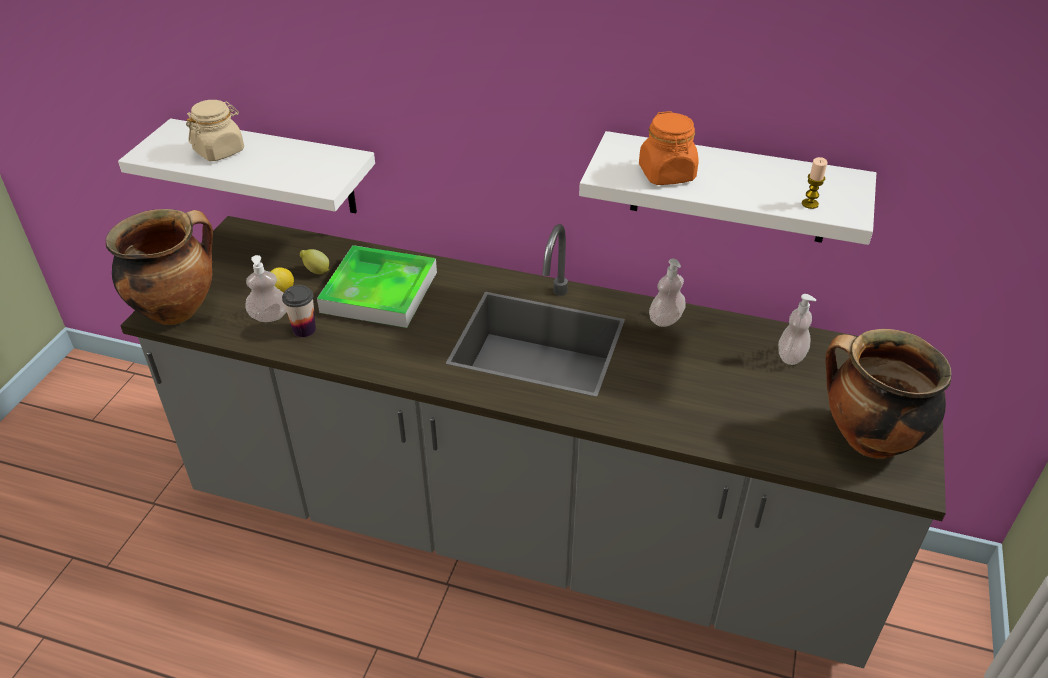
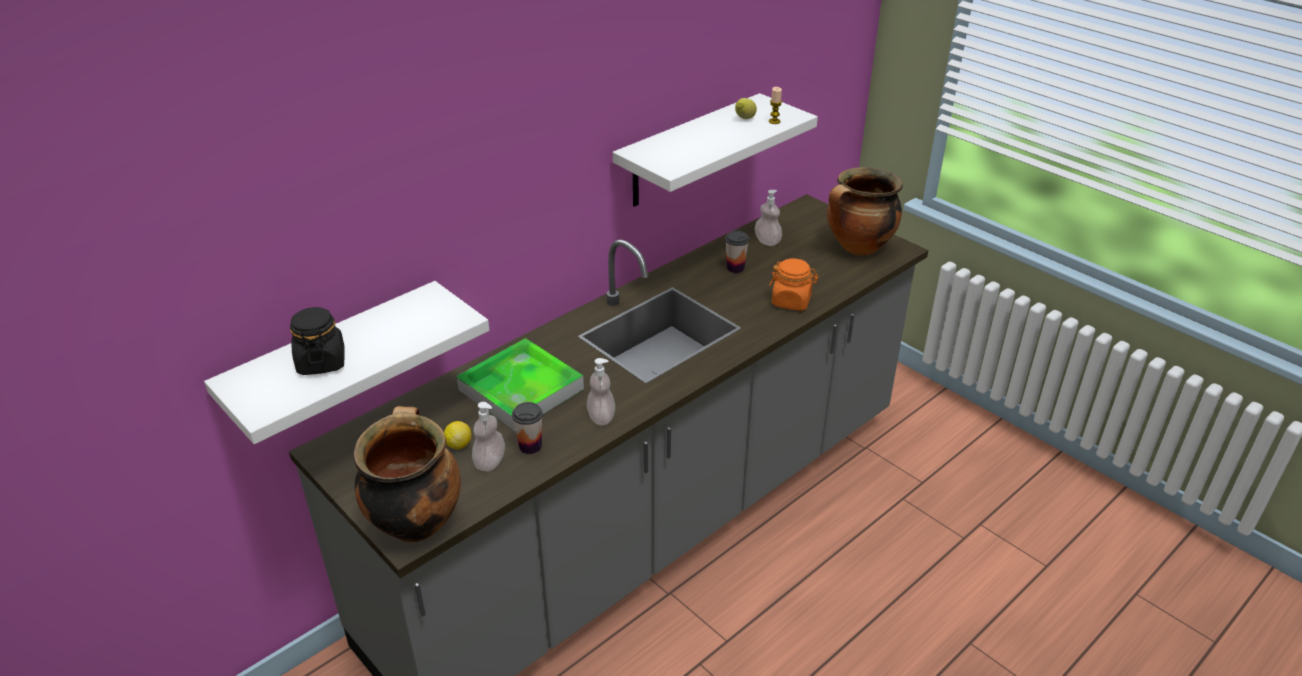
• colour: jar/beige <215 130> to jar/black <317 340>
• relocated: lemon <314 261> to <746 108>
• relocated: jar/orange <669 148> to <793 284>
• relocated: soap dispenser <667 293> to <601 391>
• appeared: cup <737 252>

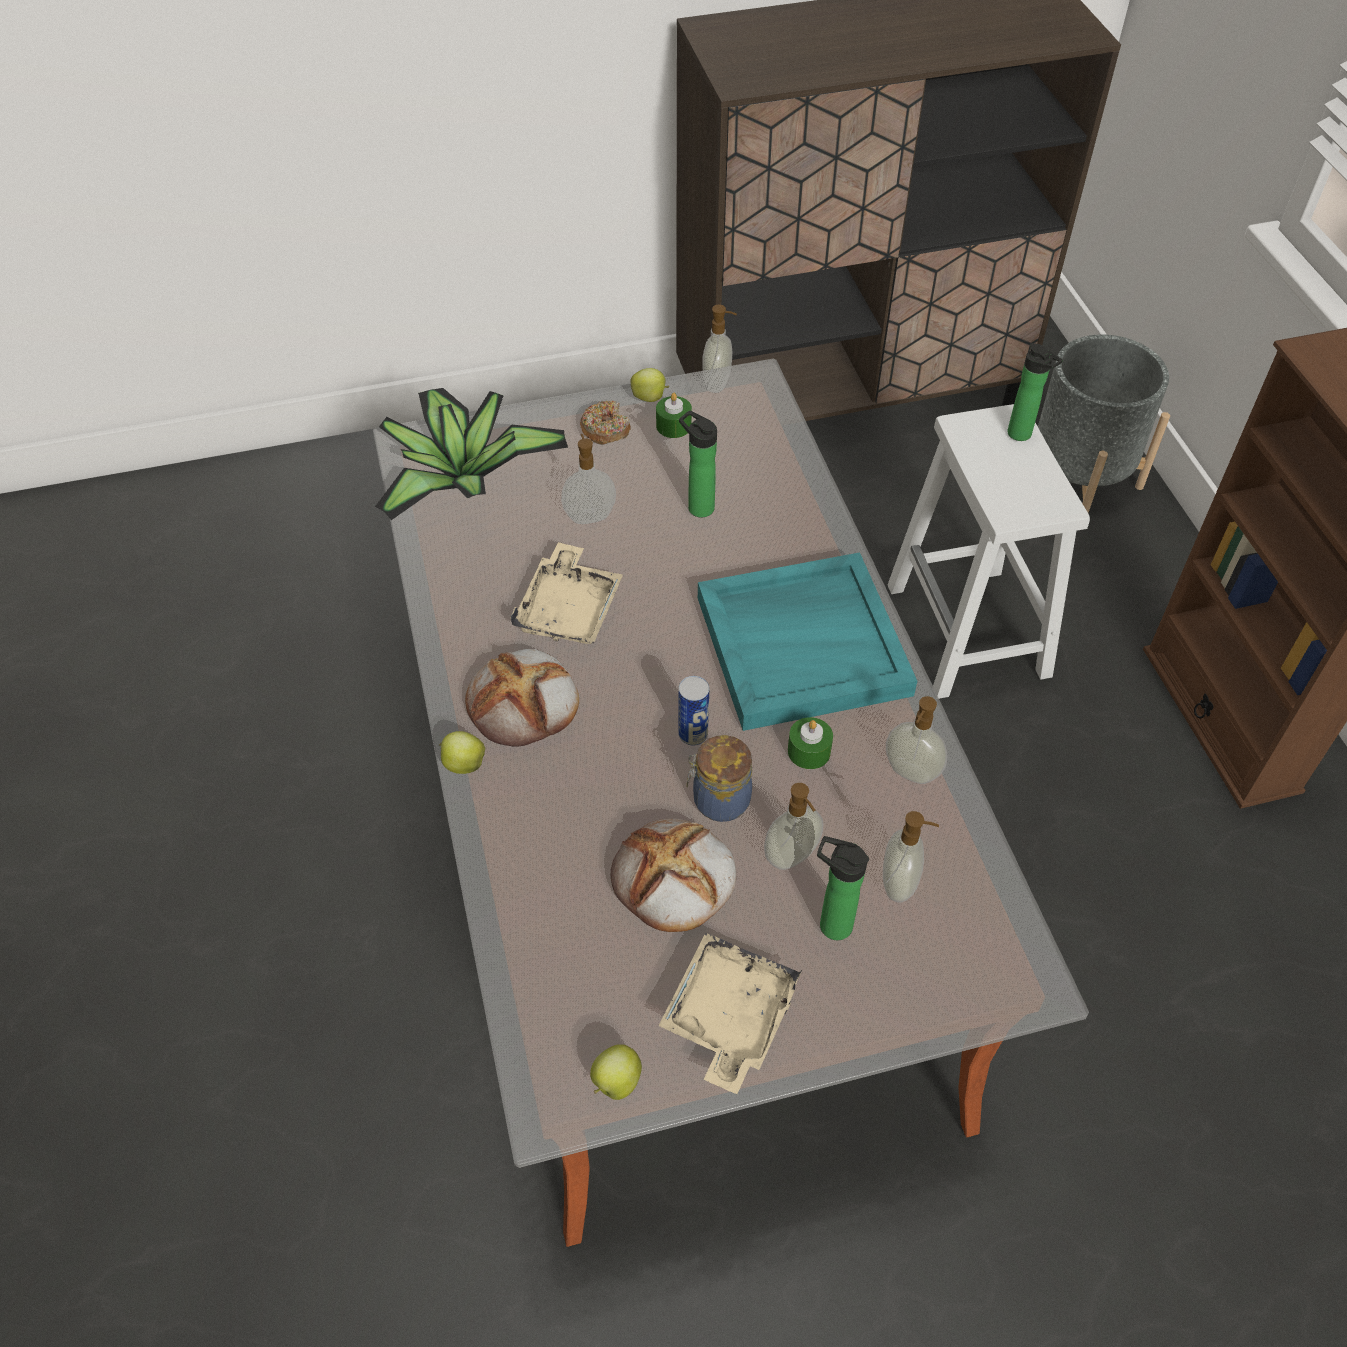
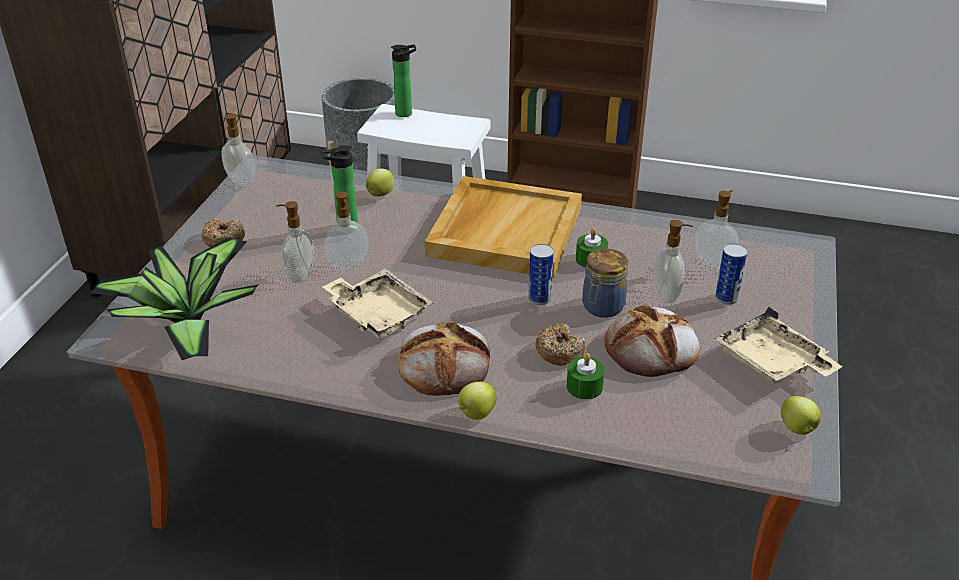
• relocated: apple <650 385> to <380 182>
• relocated: candle/green <674 415> to <586 376>
• colour: tray/turquoise <807 641> to tray/beige <503 227>
• exchanged: bottle <843 888> to can <731 274>
• relocated: soap dispenser <916 740> to <346 230>
• appeared: donut <560 344>

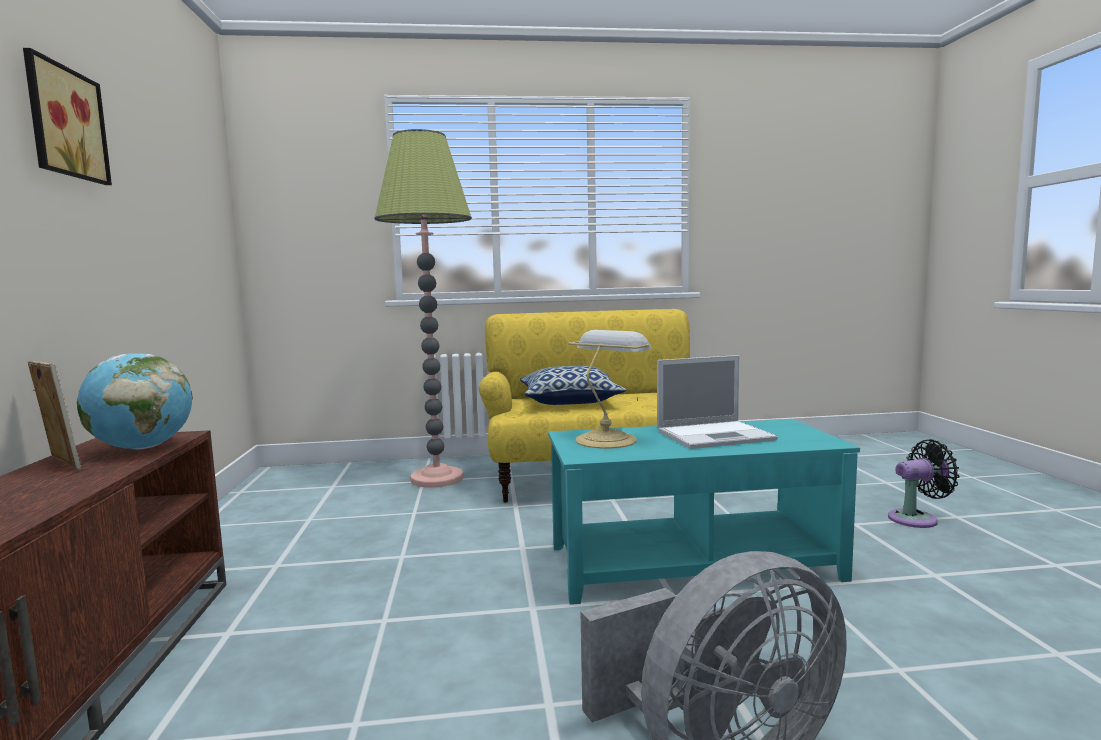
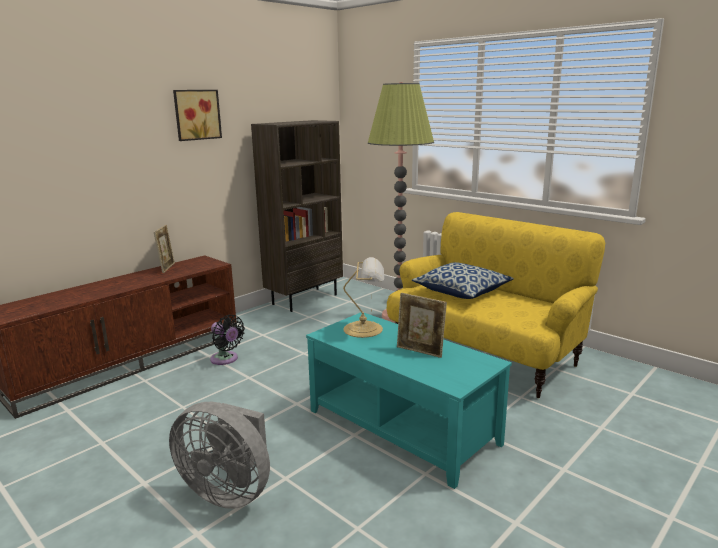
• missing: globe <135 401>
• exchanged: laptop <717 402> to picture frame <422 325>
• relocated: fan/black <924 483> to <227 340>
• appeared: bookcase/brown <297 216>

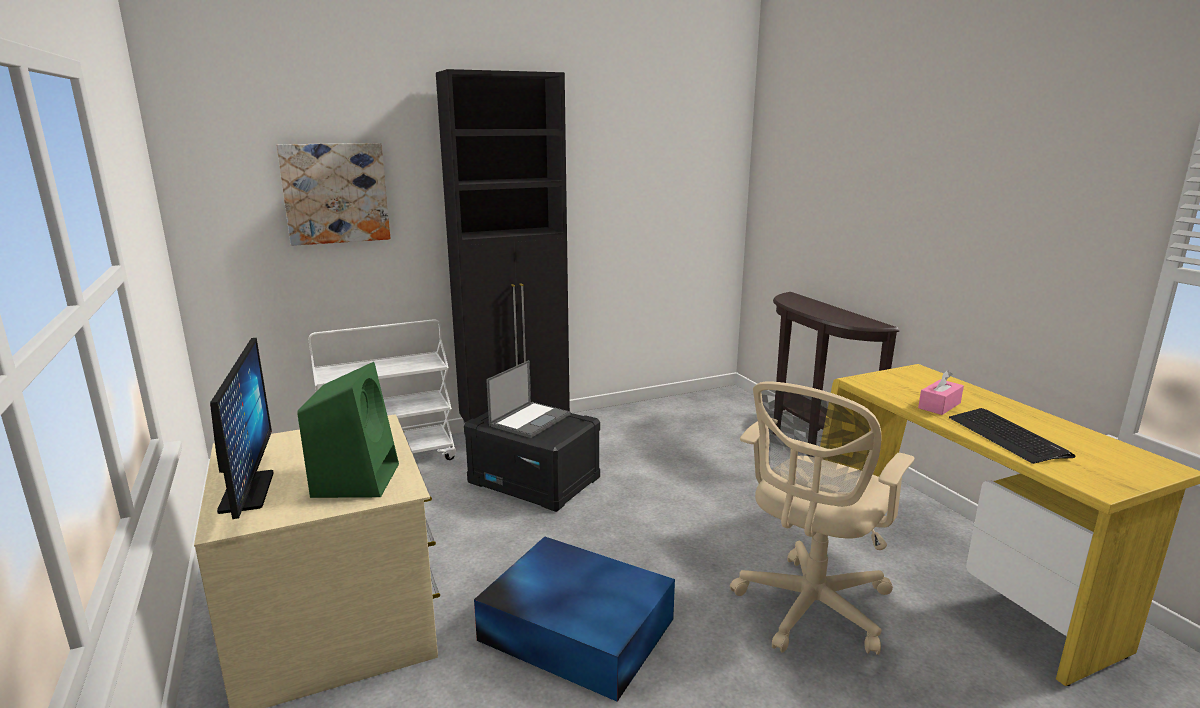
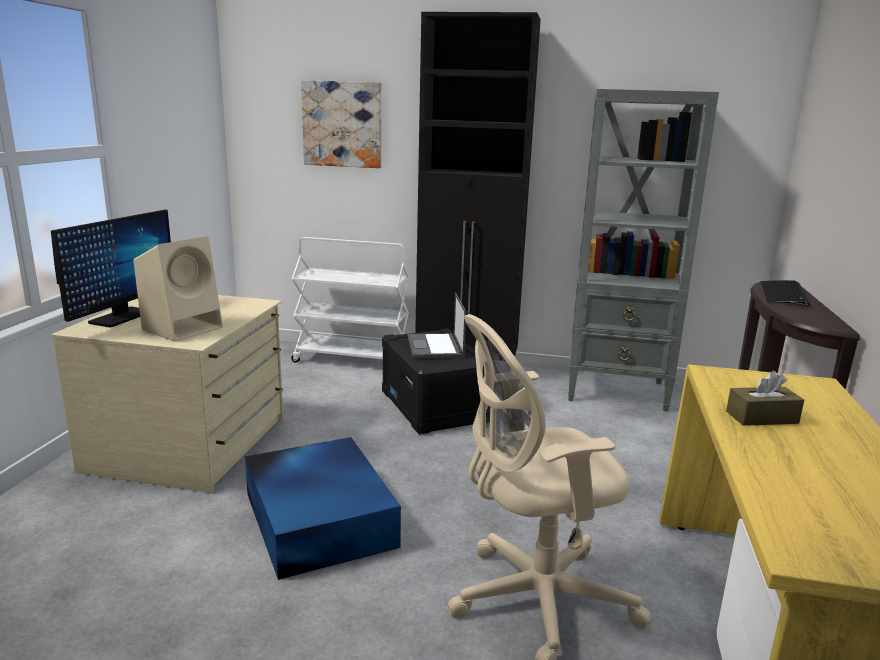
• colour: speaker/green <348 430> to speaker/beige <178 289>
• spun: laptop <528 399> = <437 325> 105 degrees clockwise
• colour: tissue box/pink <941 392> to tissue box/brown <765 398>
• relocated: keyboard <1012 436> to <785 293>
• appeared: bookcase/grey <643 250>

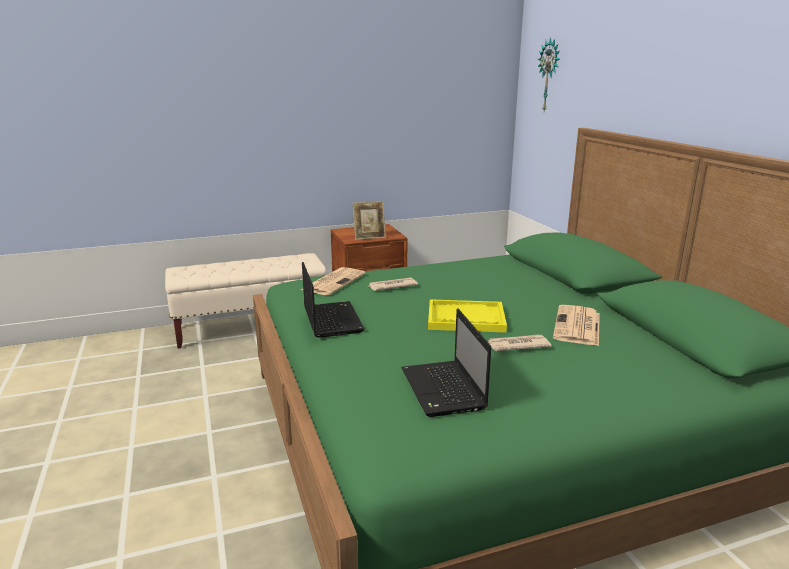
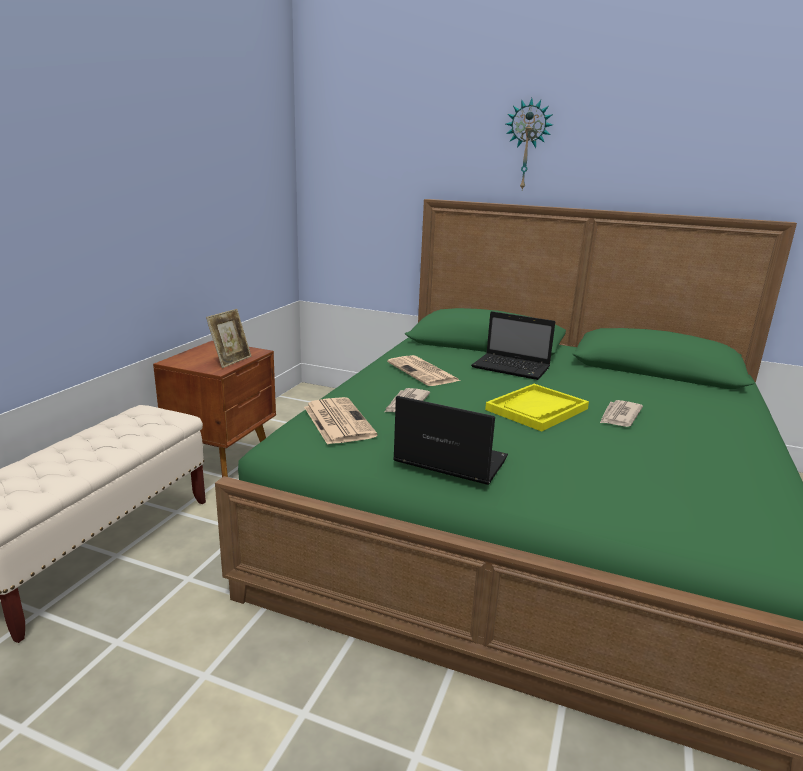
• relocated: laptop <446 363> to <513 345>
• relocated: wall clock <549 74> to <529 144>
• relocated: newspaper <576 325> to <423 370>

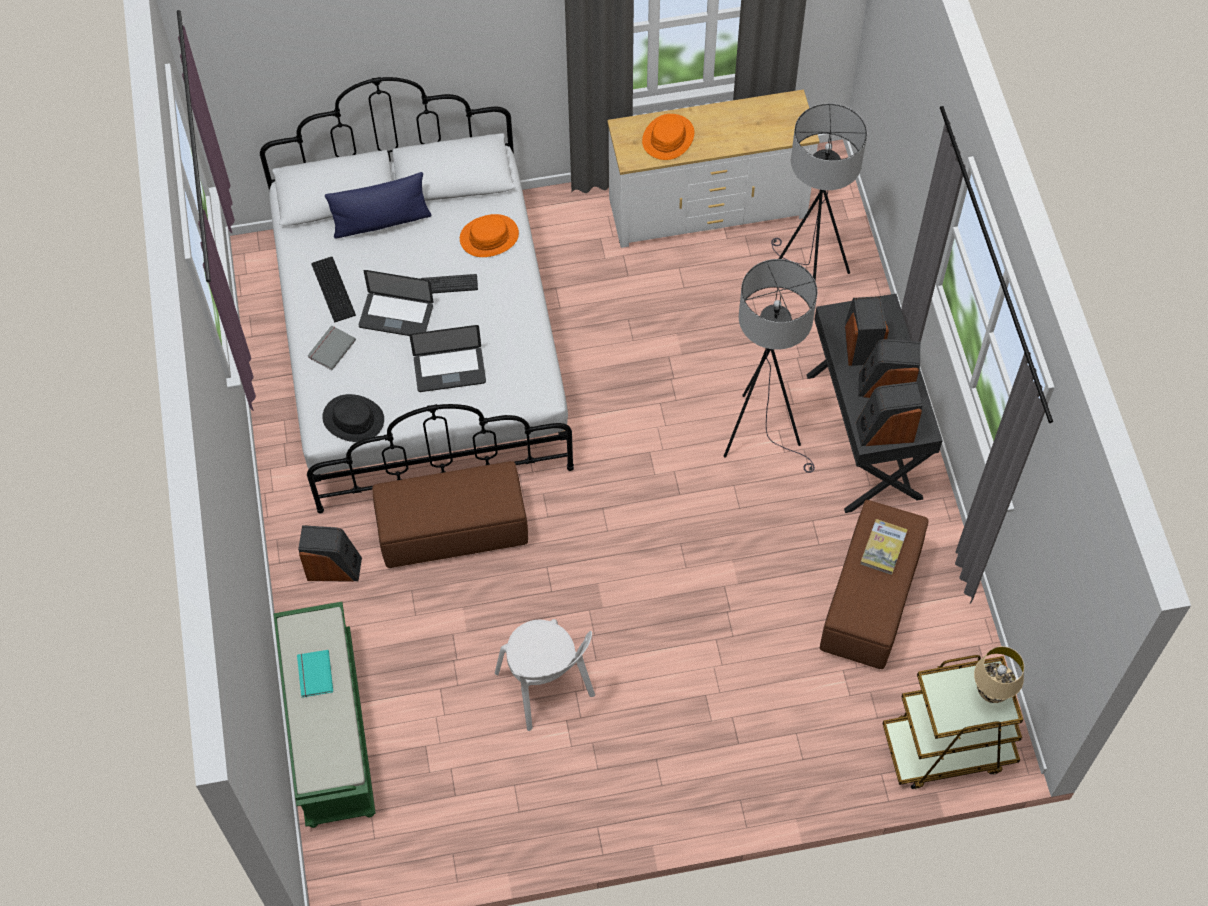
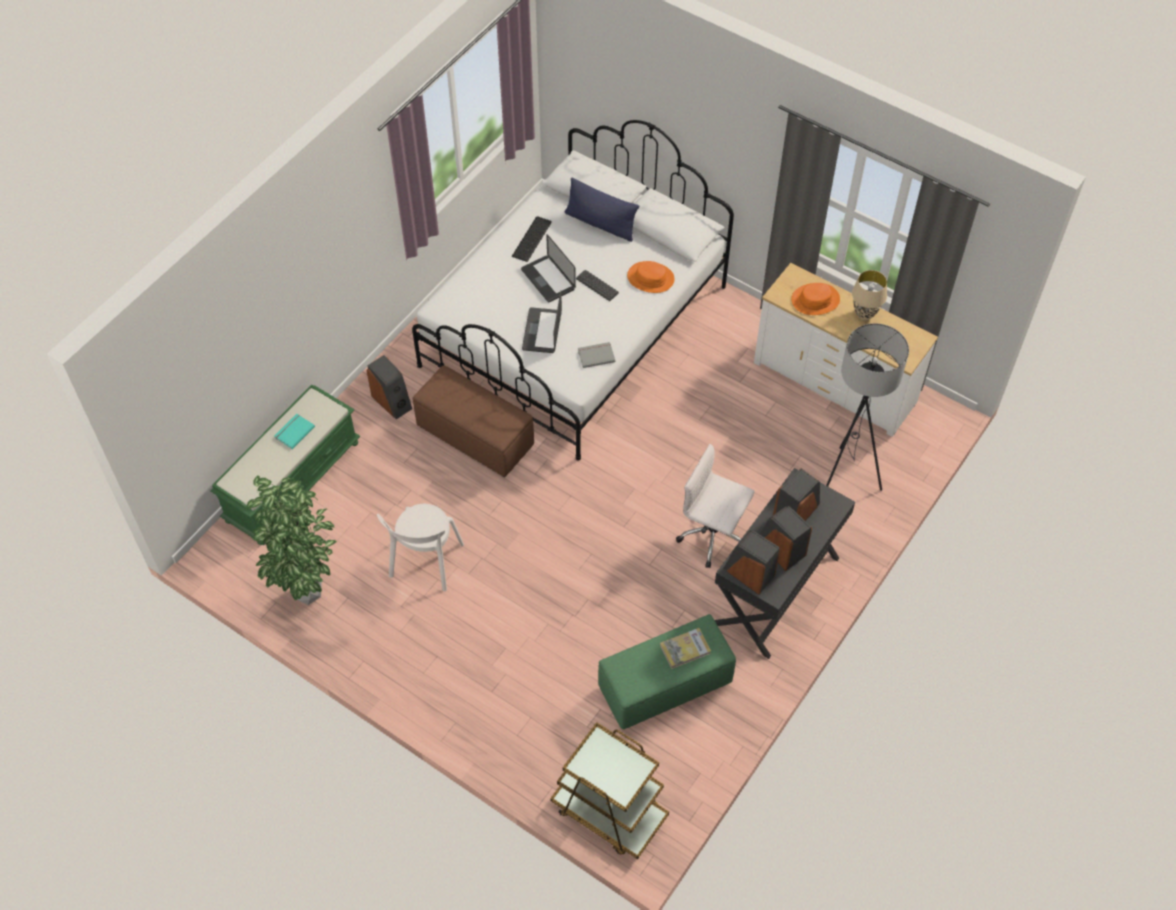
• relocated: book/grey <331 347> to <596 355>
• missing: hat/black <353 418>
• spun: laptop <447 358> = <542 322> 60 degrees clockwise
• exchanged: floor lamp/grey <771 366> to office chair/white <715 506>
• colour: ottoman/brown <874 584> to ottoman/green <667 671>
• relocated: table lamp/beige <999 674> to <869 295>
• appeared: potted plant <291 540>

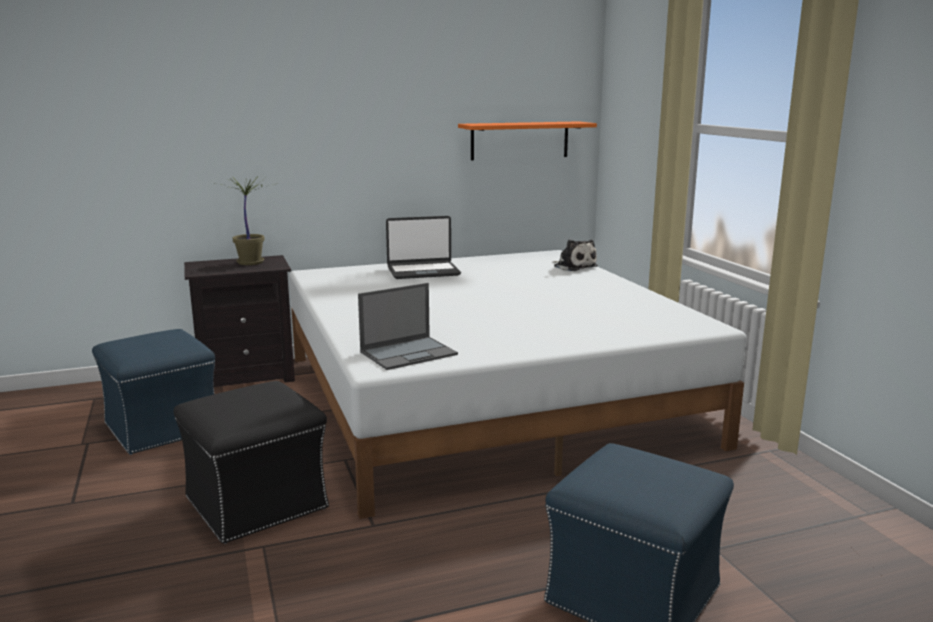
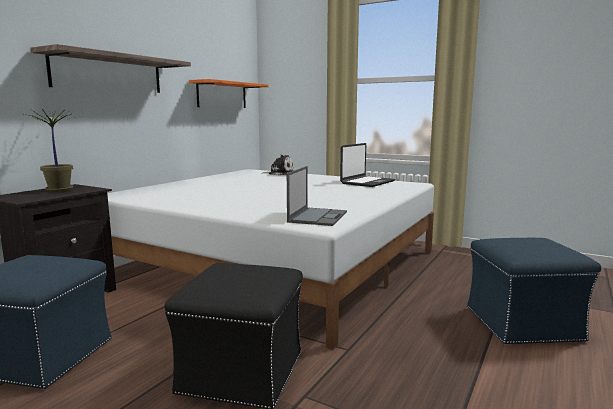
• relocated: laptop <423 247> to <367 165>
• appeared: shelf <111 68>

